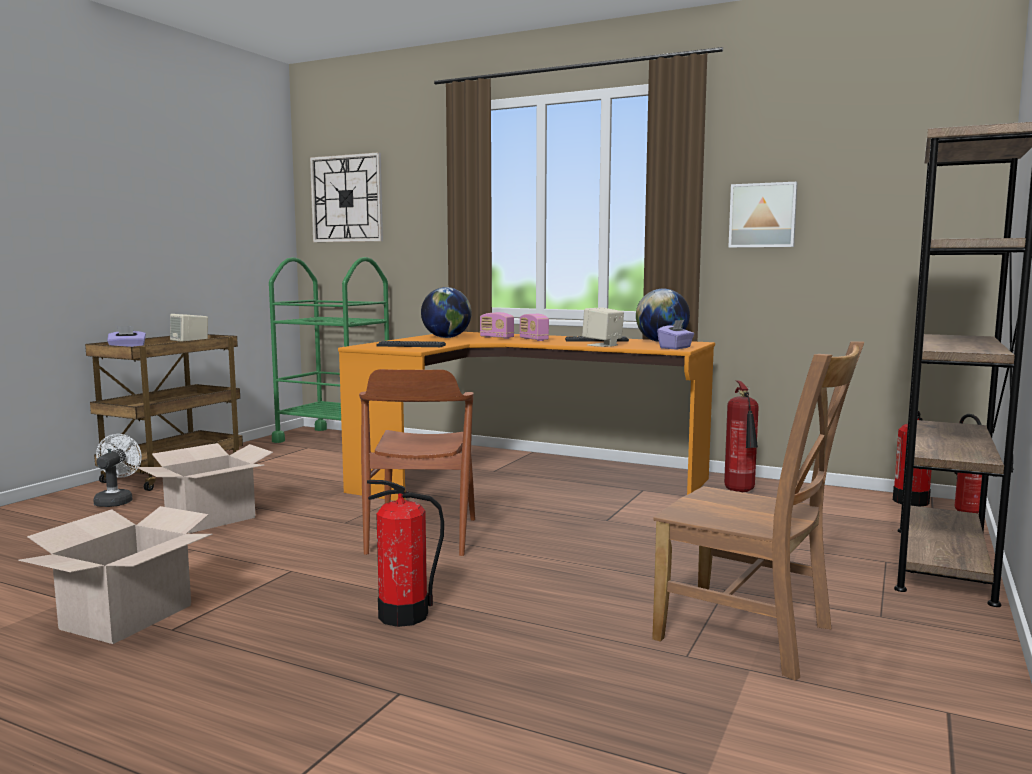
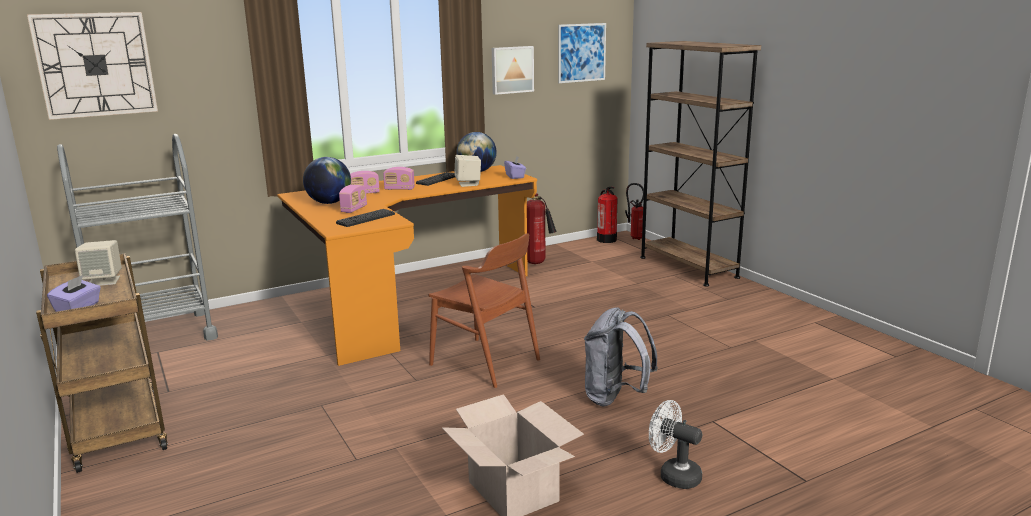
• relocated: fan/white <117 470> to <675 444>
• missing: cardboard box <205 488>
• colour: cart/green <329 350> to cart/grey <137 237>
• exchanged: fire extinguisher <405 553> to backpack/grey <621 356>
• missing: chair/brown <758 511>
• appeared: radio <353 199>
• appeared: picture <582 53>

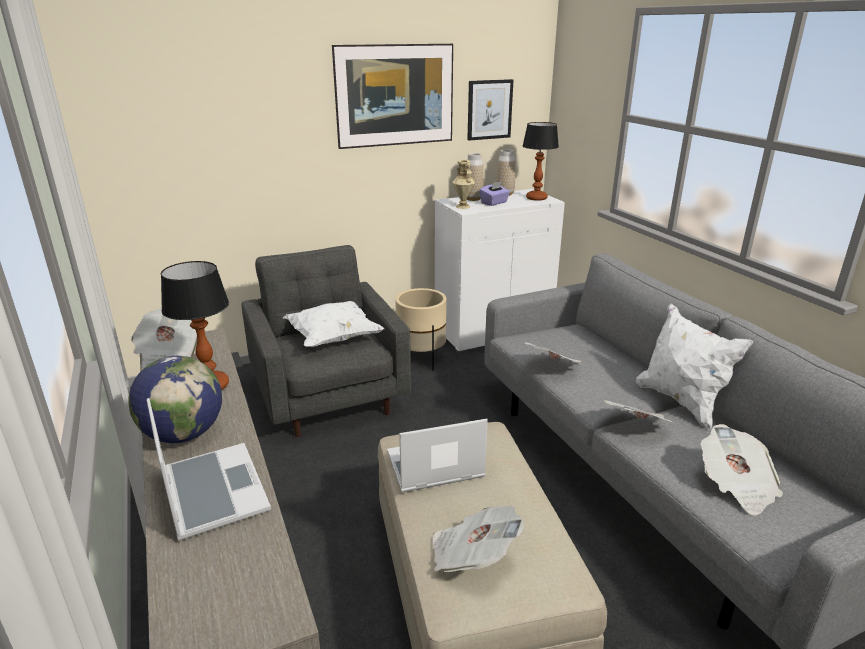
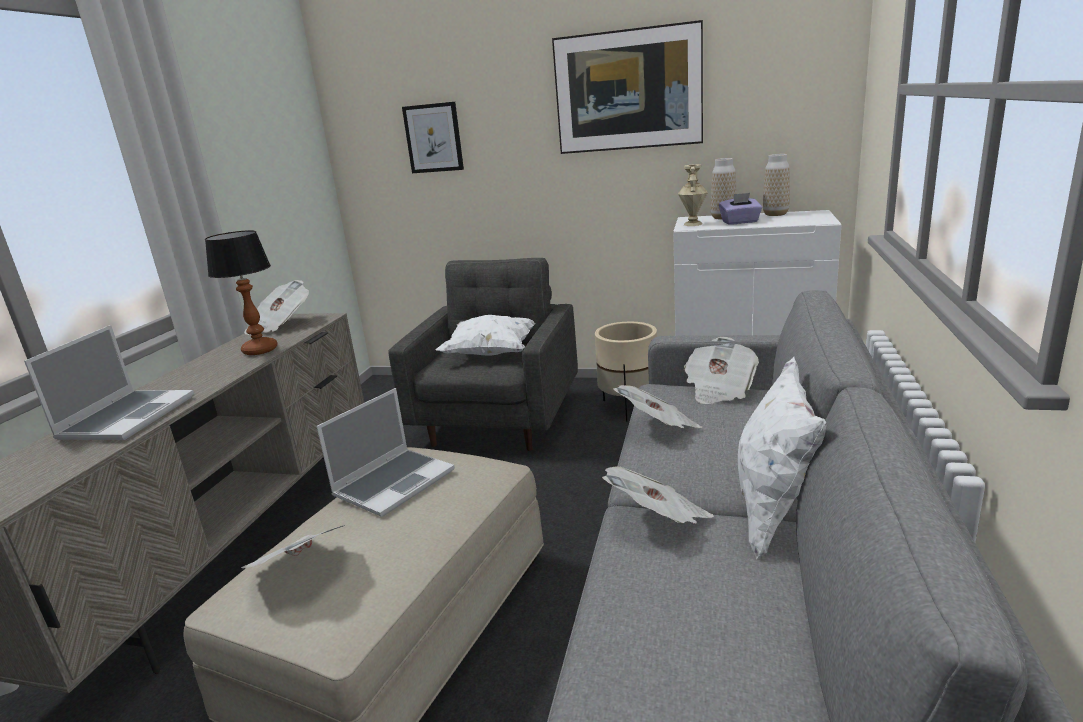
• missing: globe <175 399>
• spun: laptop <437 455> = <386 452> 105 degrees clockwise
• relocated: picture <490 110> to <433 137>
• missing: table lamp <540 161>
• relocated: newspaper <742 470> to <721 370>

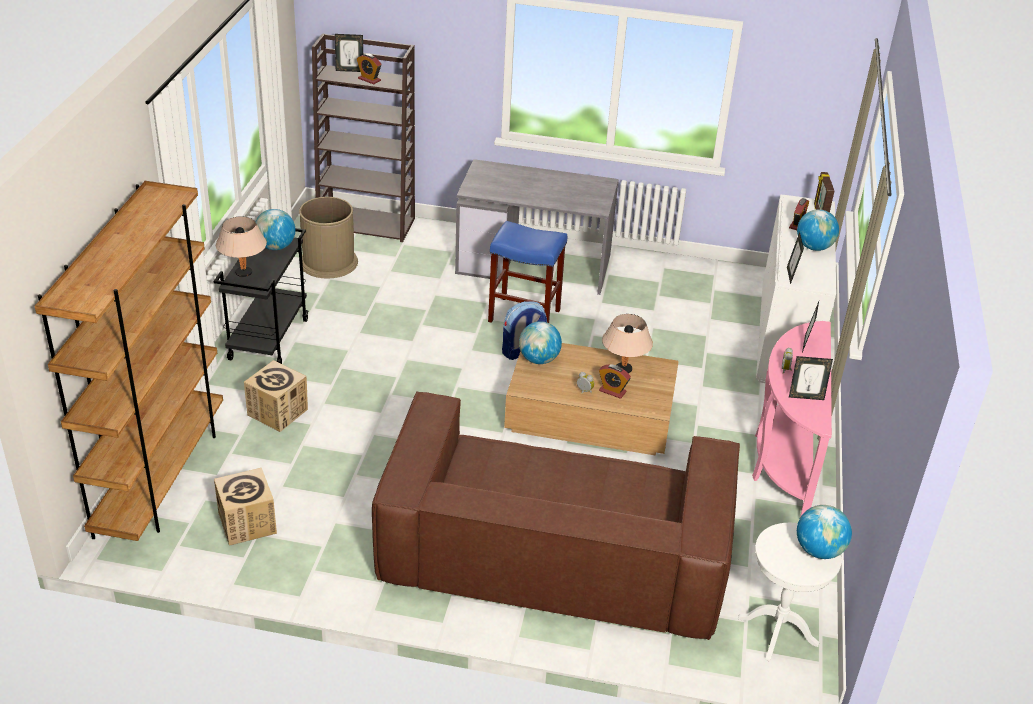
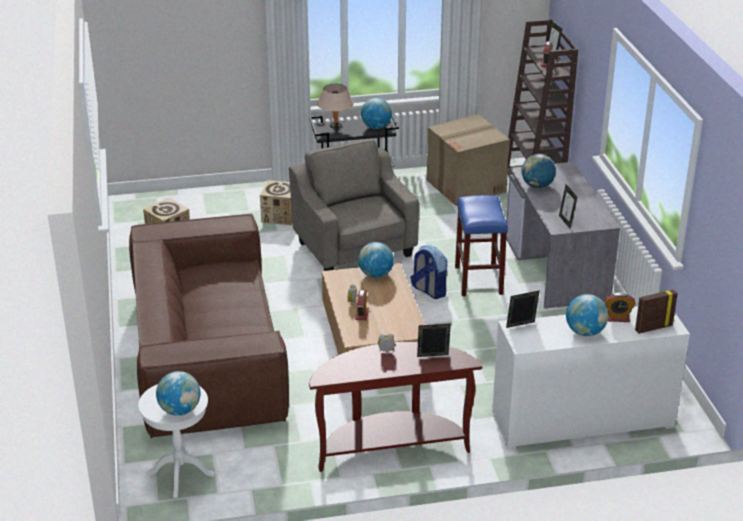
• missing: bookcase/brown <129 361>
• exchanged: trash can/brown <328 238> to cardboard box <468 160>
• missing: table lamp/beige <627 343>
• colour: console table/pink <792 419> to console table/brown <395 407>
• relocated: picture frame <811 378> to <568 206>
• appeared: armchair/grey <354 205>
• appeared: globe <539 171>

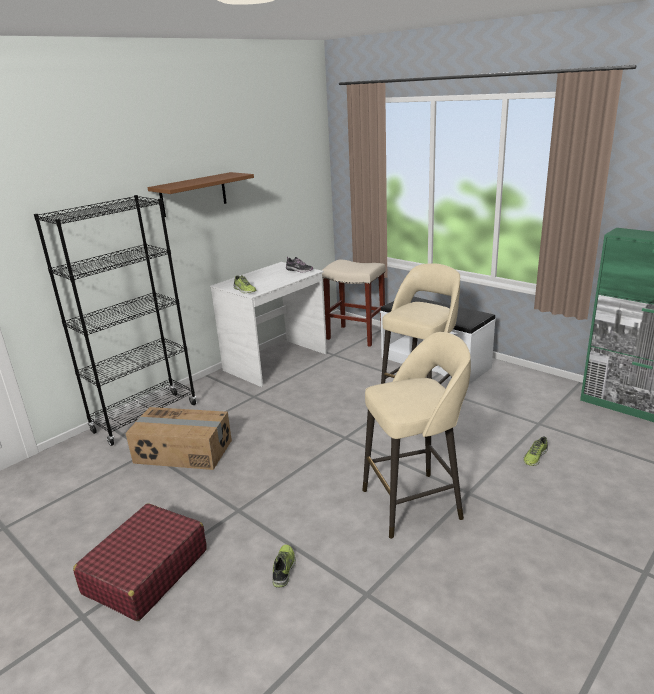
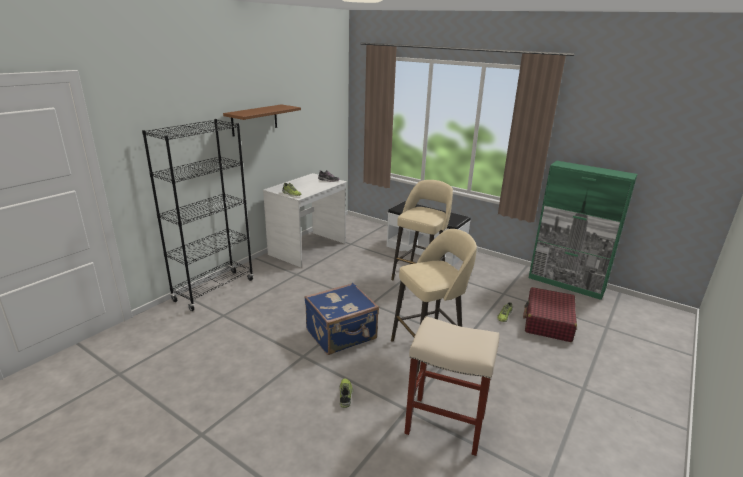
• relocated: suitcase/red <140 562> to <550 314>
• missing: cardboard box <178 438>
• relocated: stool/beige <353 303> to <452 386>
• appeared: suitcase/blue <341 319>

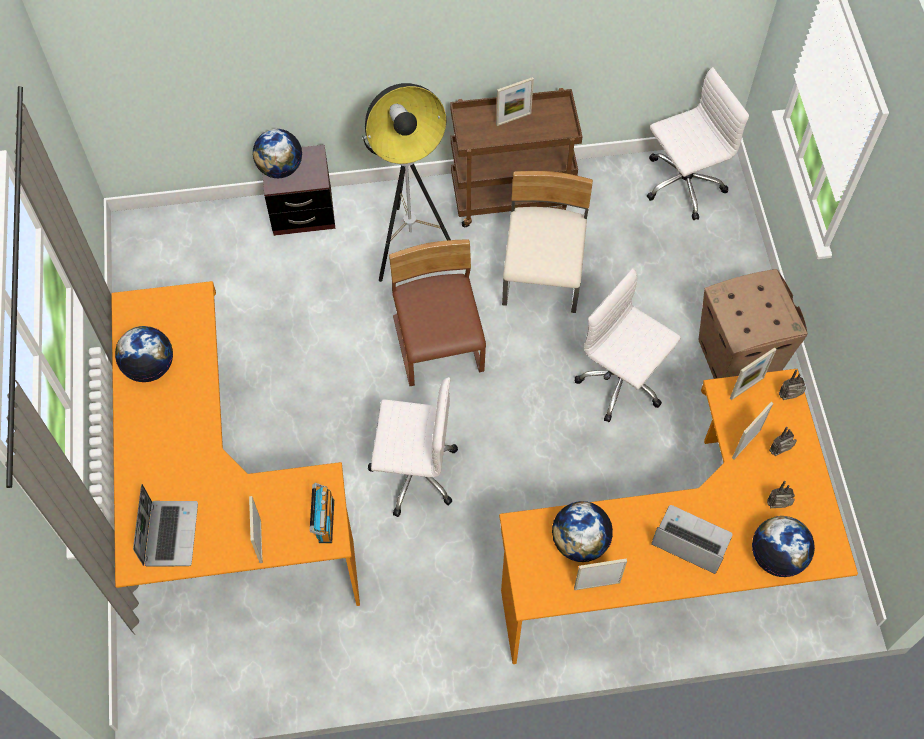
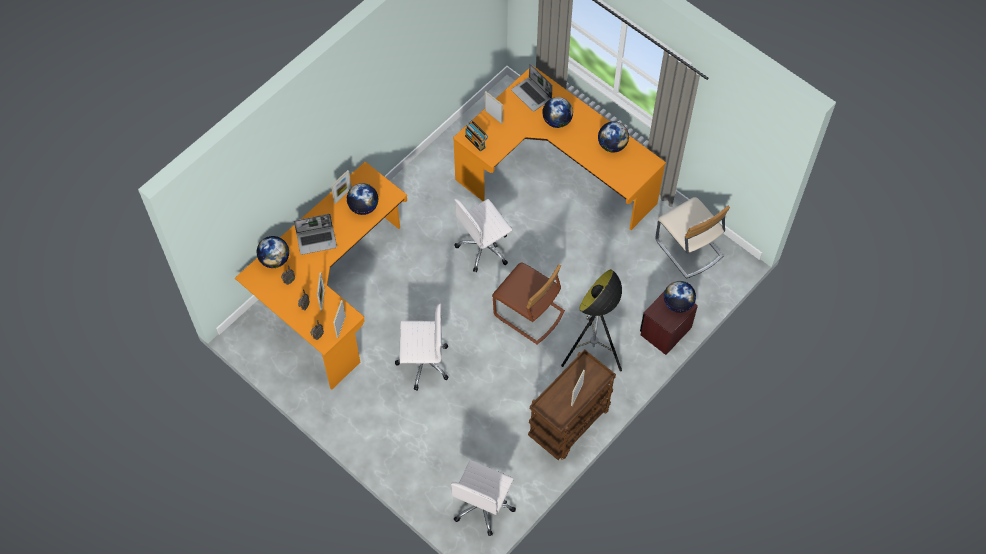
• relocated: chair/beige <547 242> to <692 238>
• missing: cardboard box <753 324>
• appeared: globe <557 112>

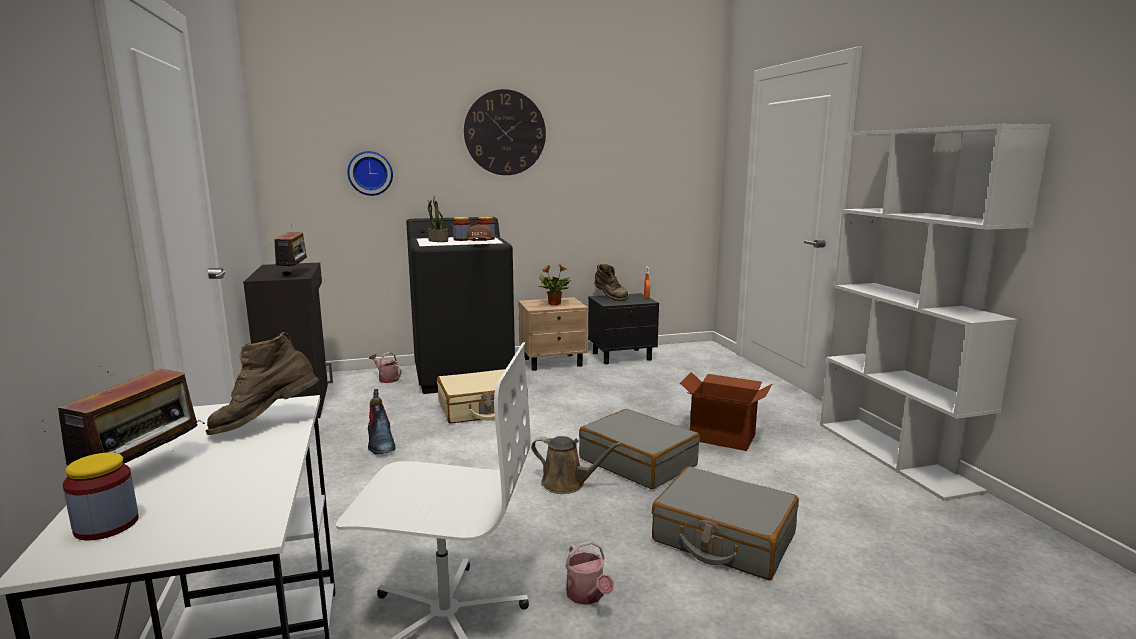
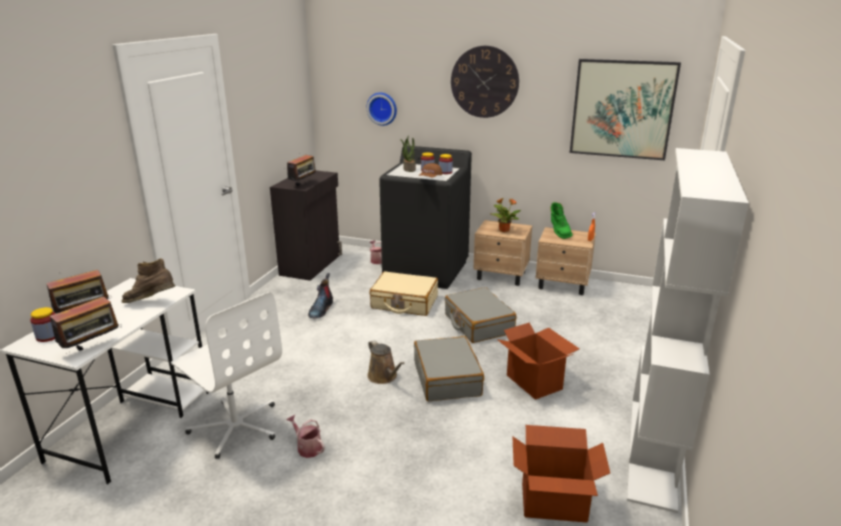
• spun: watering can <589 573> = <305 436> 120 degrees clockwise
• colour: nightstand/black <623 328> to nightstand/beige <566 261>
• colour: boot/brown <611 282> to boot/green <561 220>
• relocated: suitcase/grey <725 523> to <480 315>
• appeared: radio <86 325>
• appeared: cardboard box <561 474>
• appeared: picture <625 109>

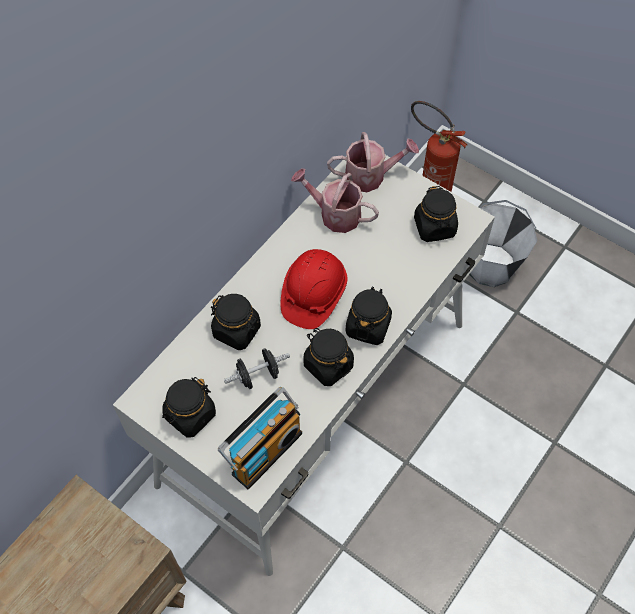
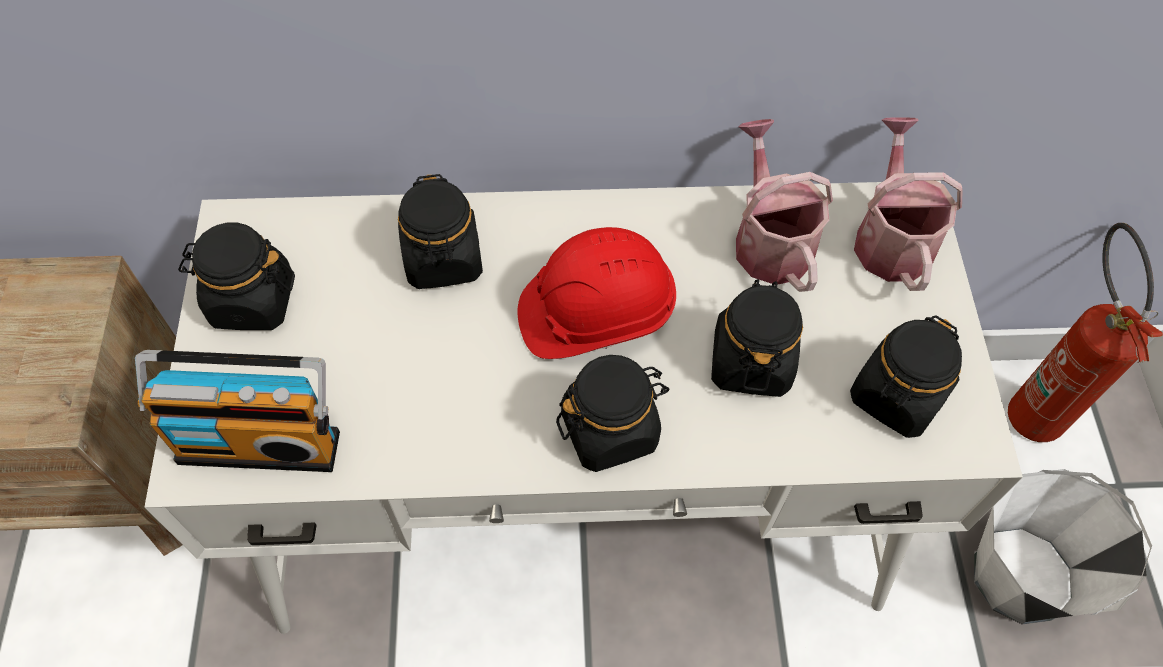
• missing: dumbbell/black <257 368>
• relocated: jar/black <328 357> to <757 338>
• spun: watering can <373 162> = <908 204> 135 degrees counterclockwise

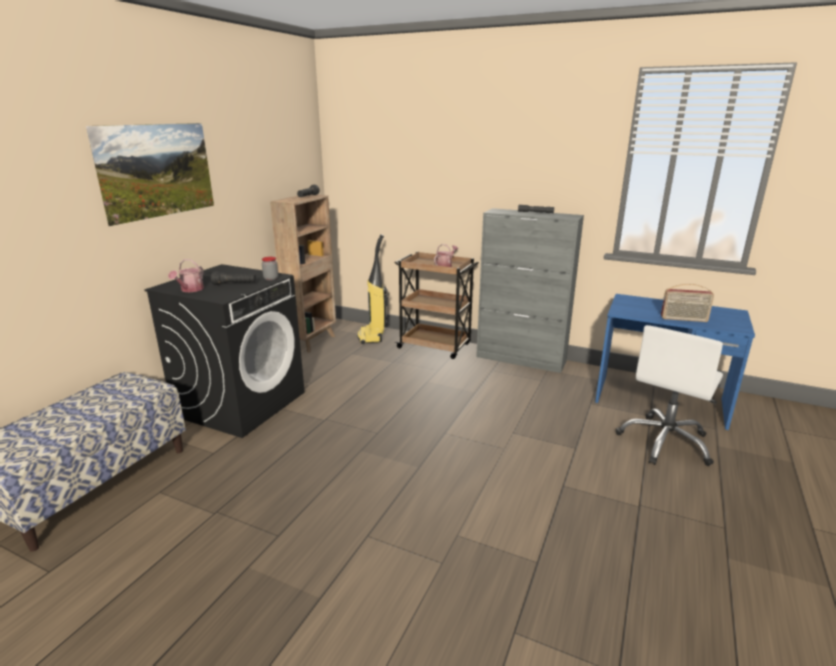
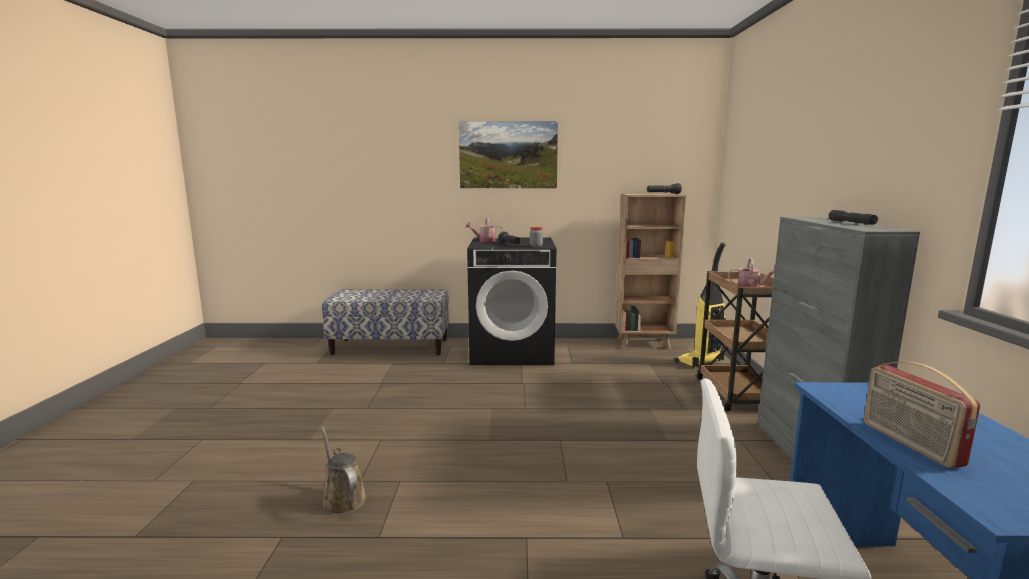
• appeared: watering can/brown <344 471>

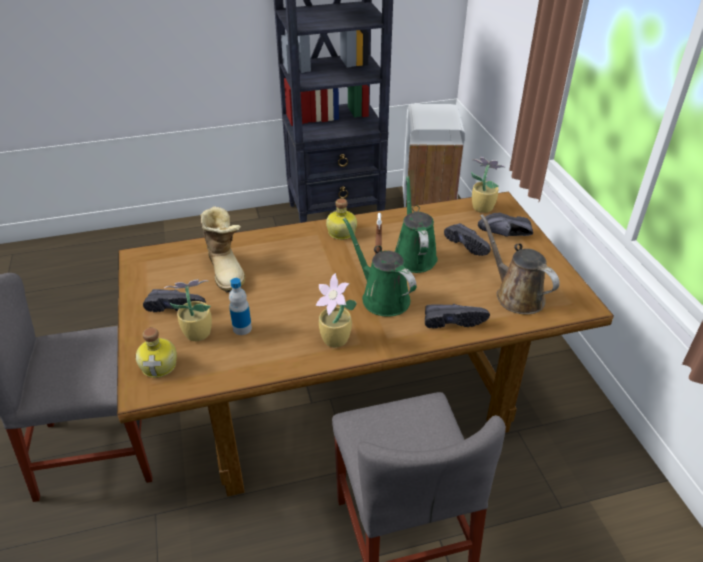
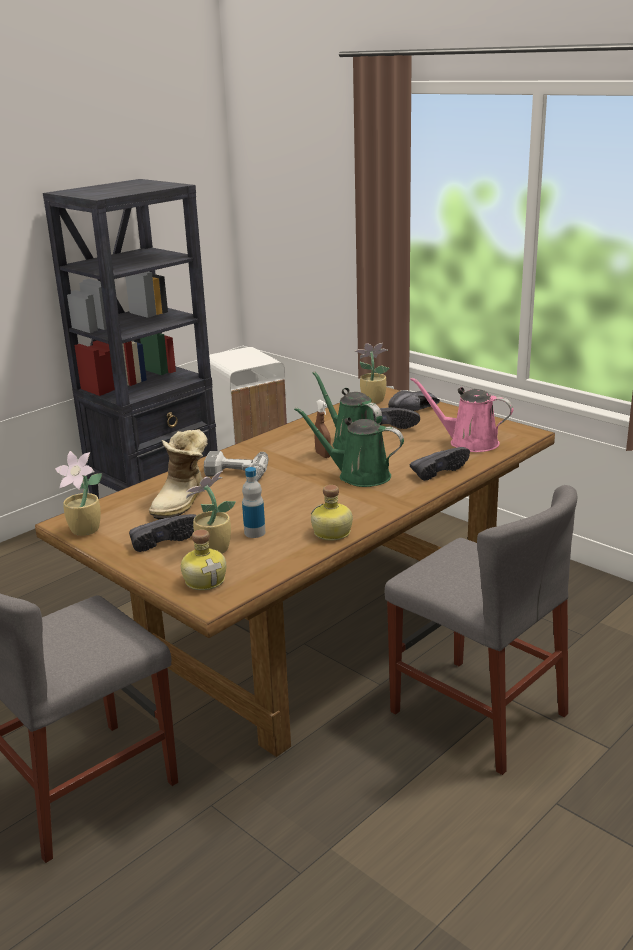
• spun: boot <222 249> = <178 474> 75 degrees clockwise
• relocated: potted plant <336 310> to <78 493>
• relocated: bottle <341 219> to <332 513>
• colour: watering can/brown <519 264> to watering can/pink <462 414>
• appeared: power drill <236 466>

